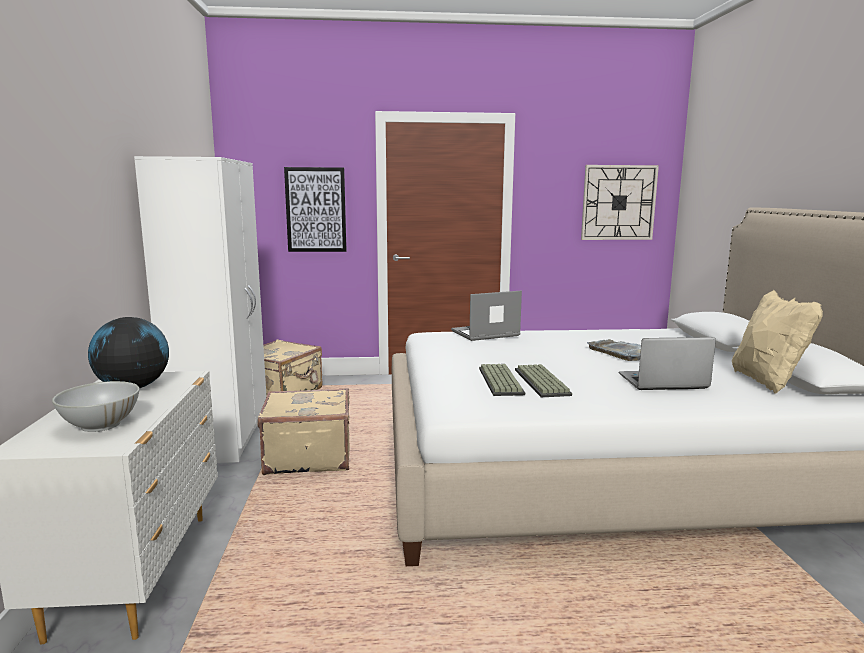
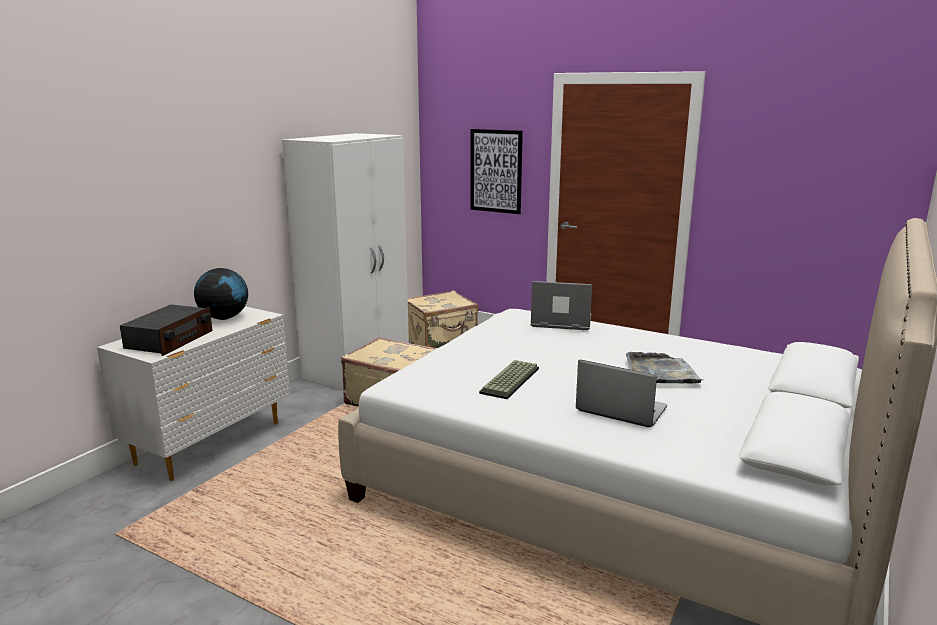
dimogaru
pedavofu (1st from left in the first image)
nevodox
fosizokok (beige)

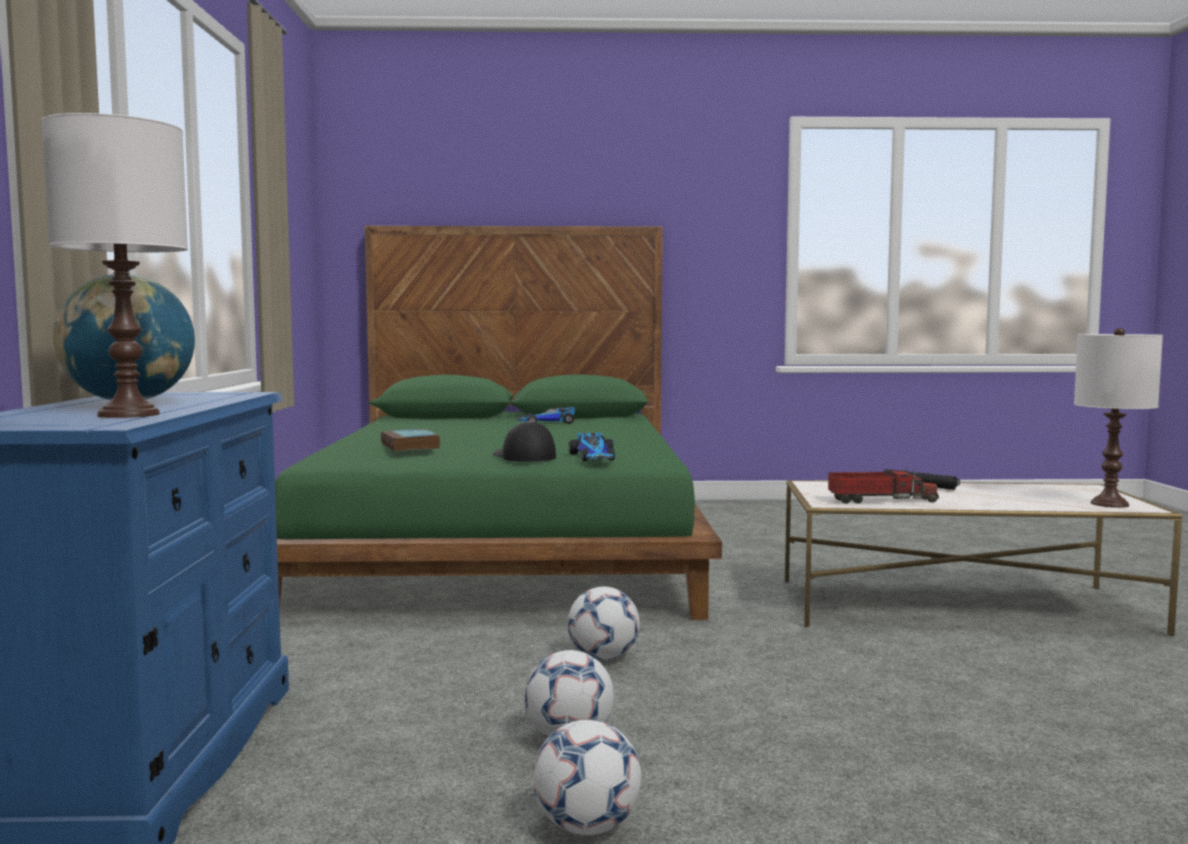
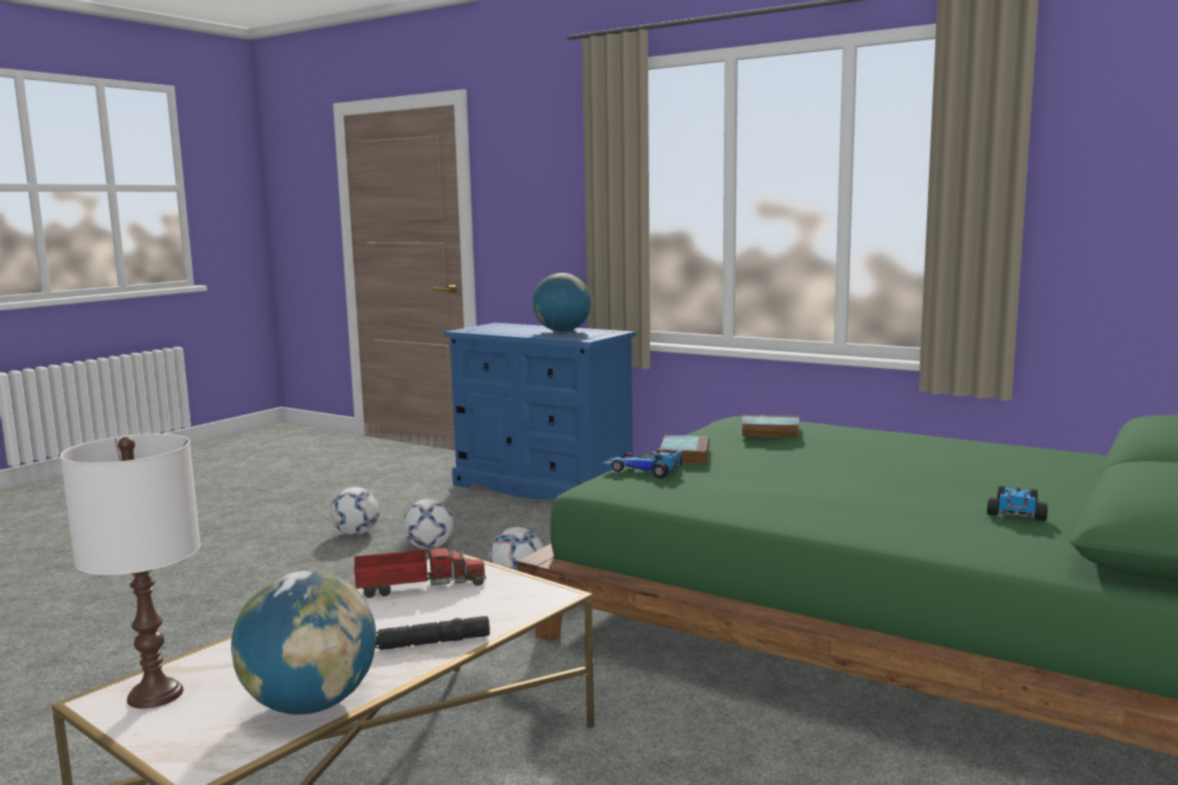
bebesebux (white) (1st from left in the first image)
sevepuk (1st from left)
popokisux
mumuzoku (1st from left)

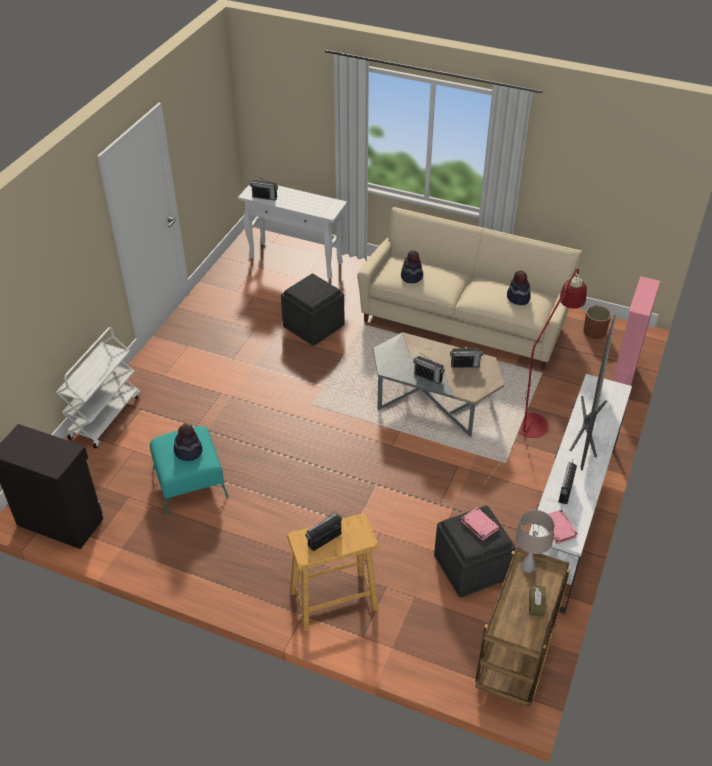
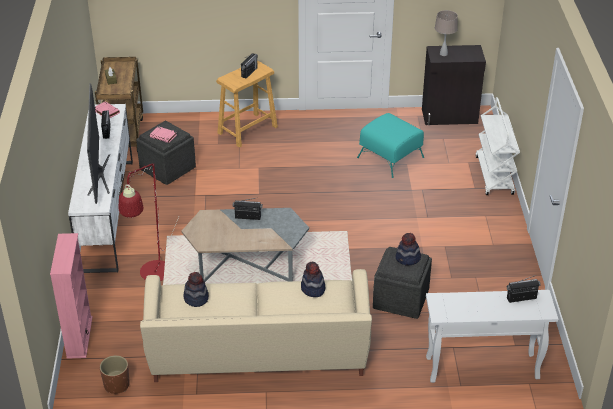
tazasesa (3rd from left)
dimogaru (4th from left in the first image)
bebesebux (beige)

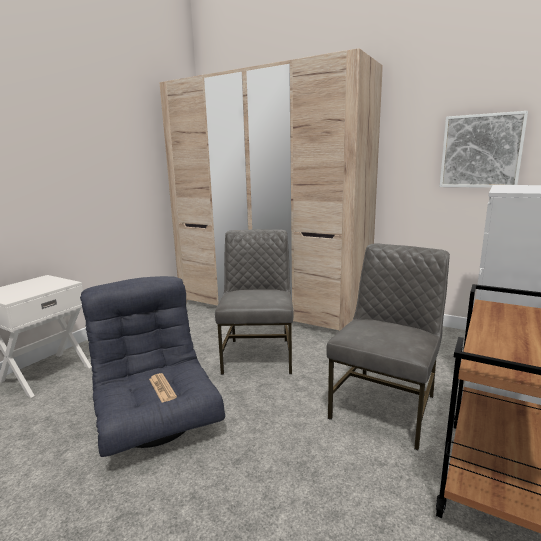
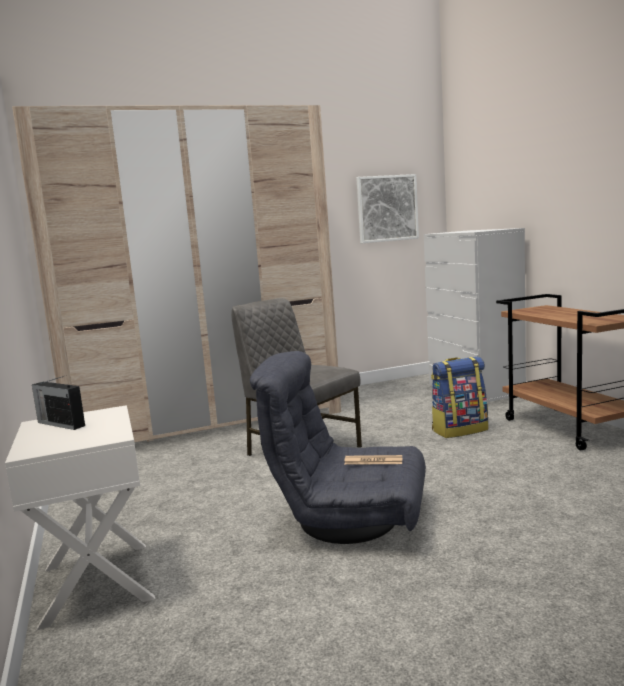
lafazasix
dimogaru

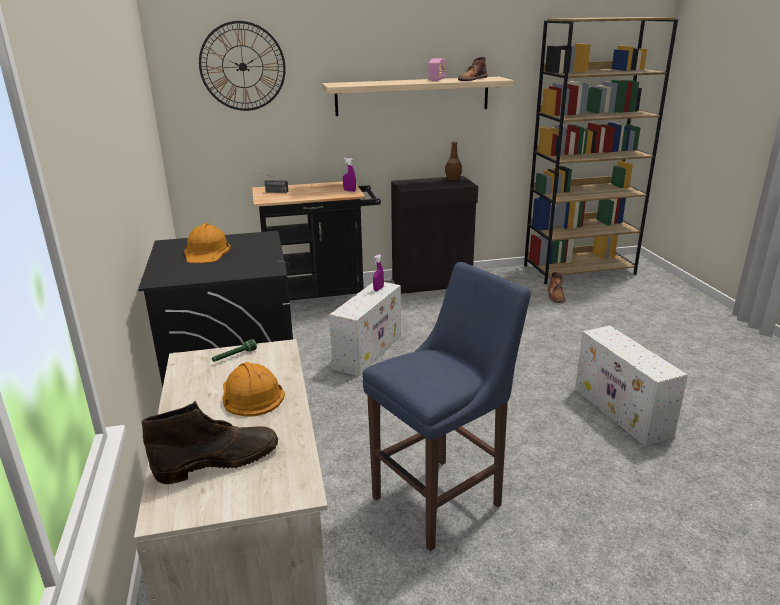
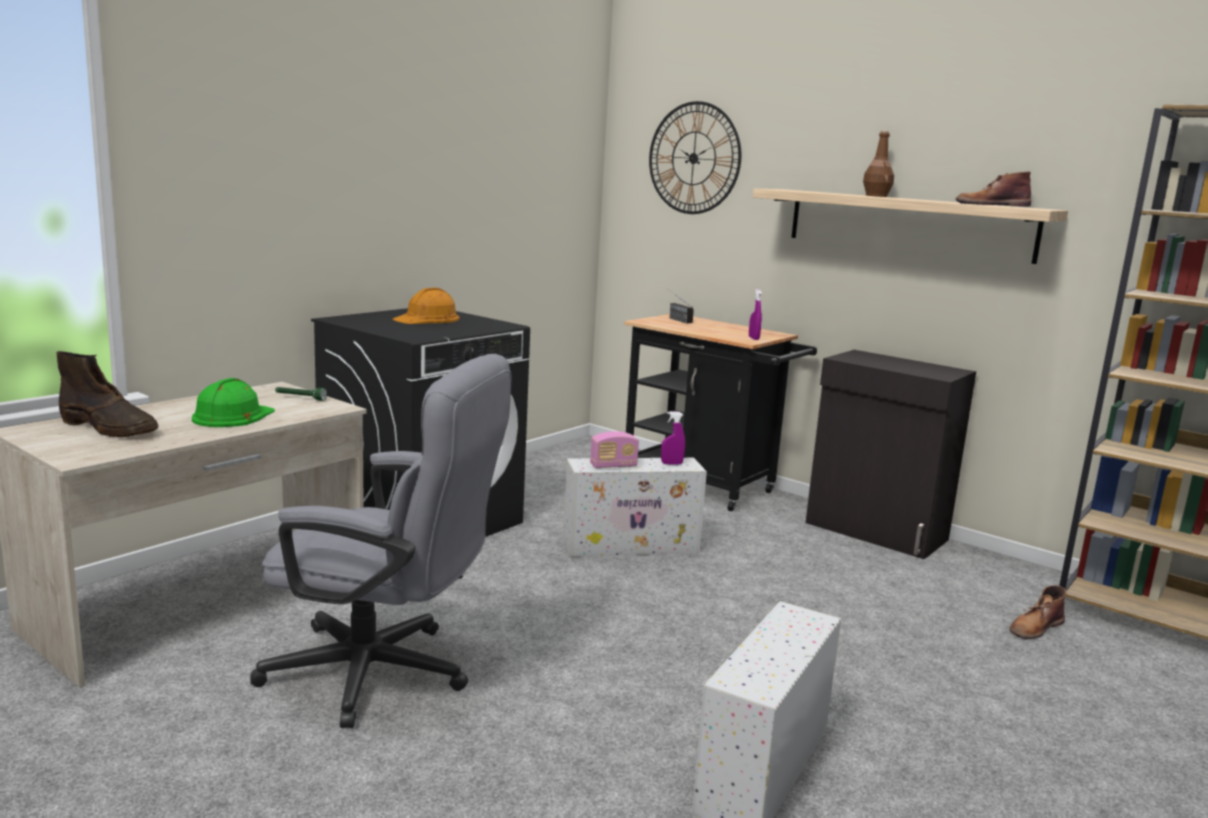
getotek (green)
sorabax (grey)
dimogaru (1st from left)
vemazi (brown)

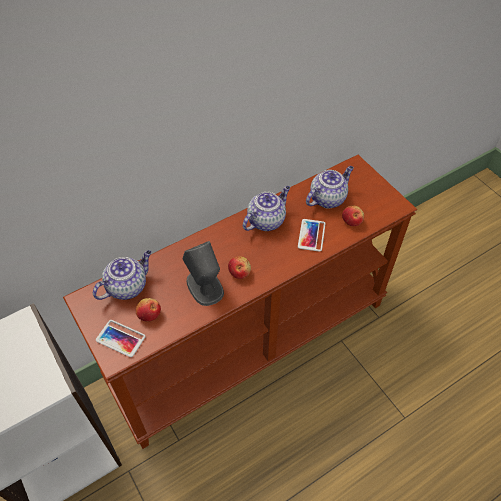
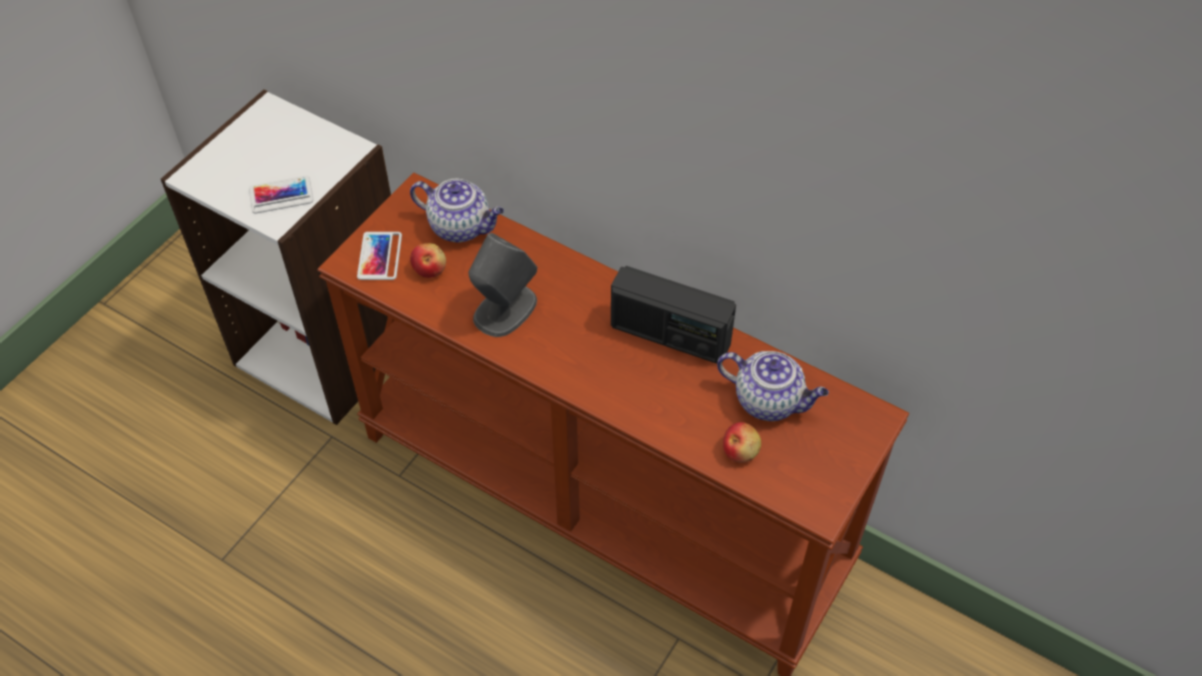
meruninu (2nd from left in the first image)
dimogaru
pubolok (1st from left)

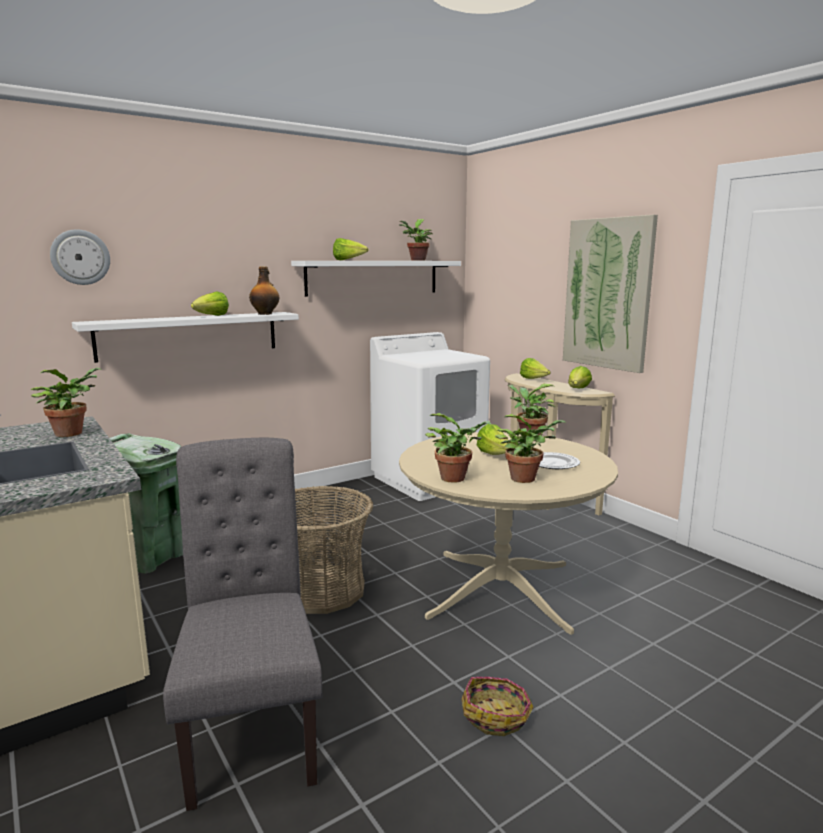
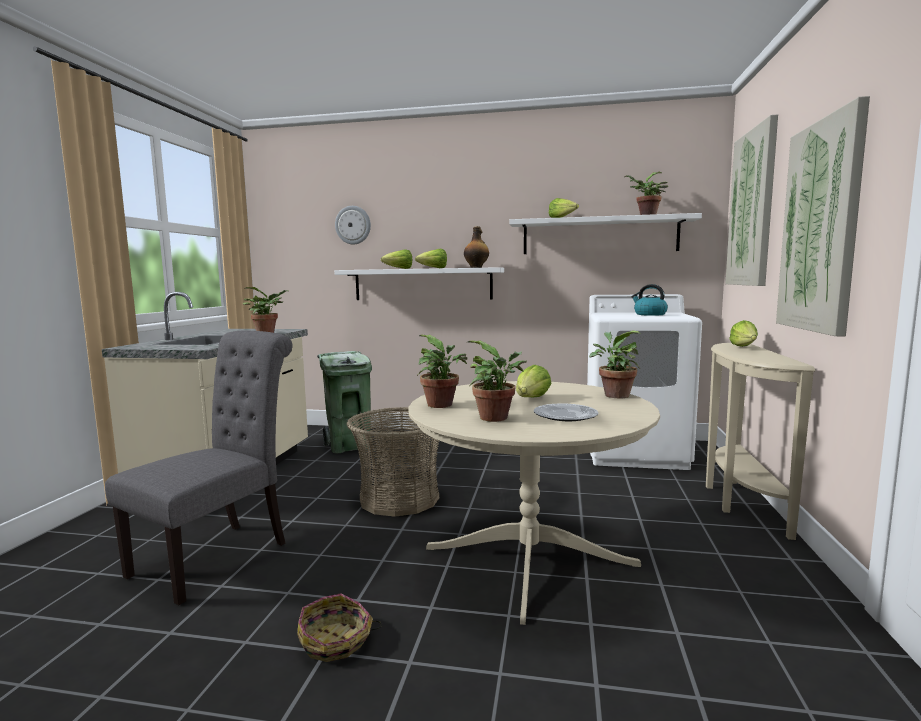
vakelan (1st from left)
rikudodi
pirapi (1st from left)

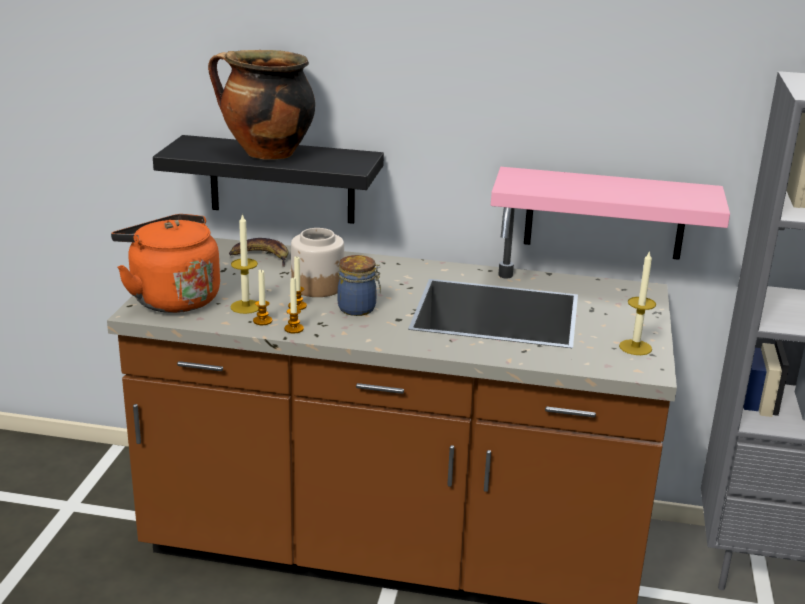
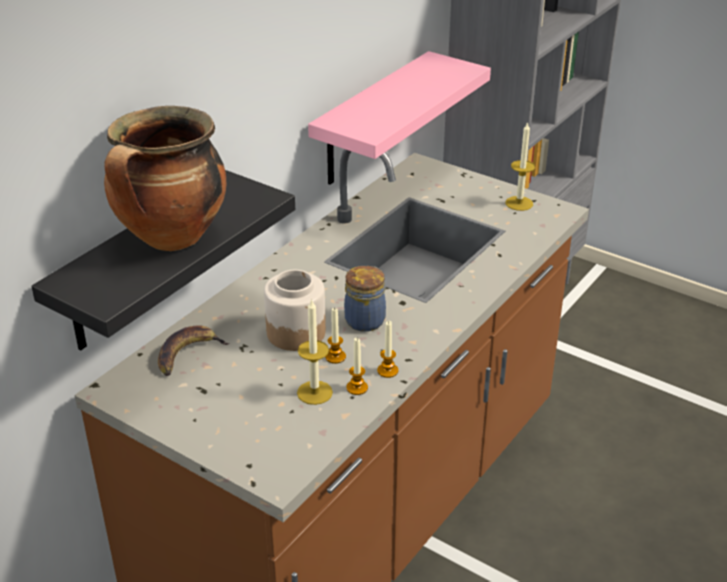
rikudodi (orange)

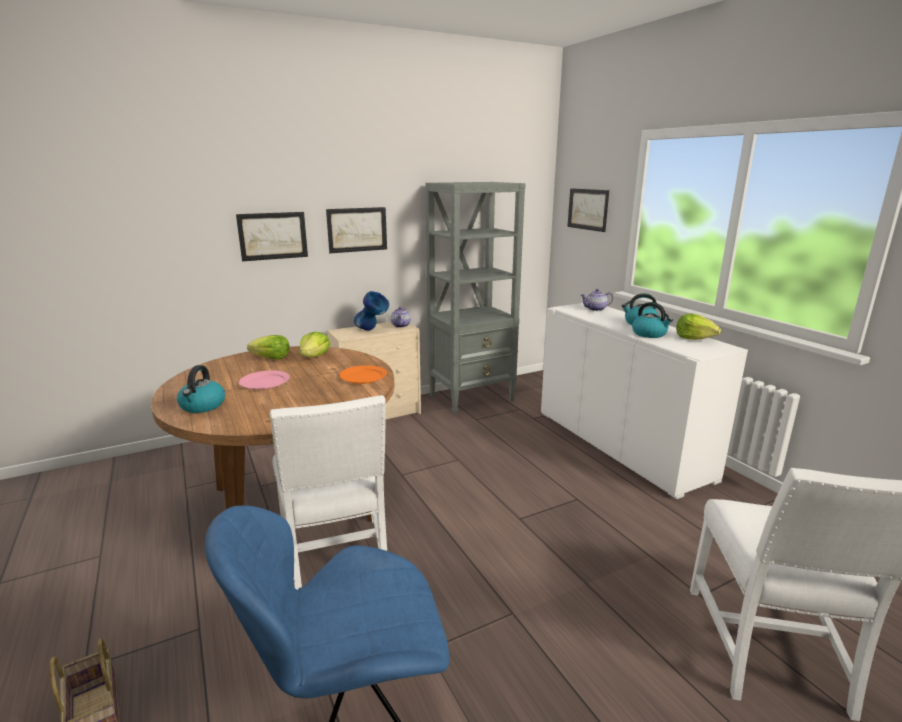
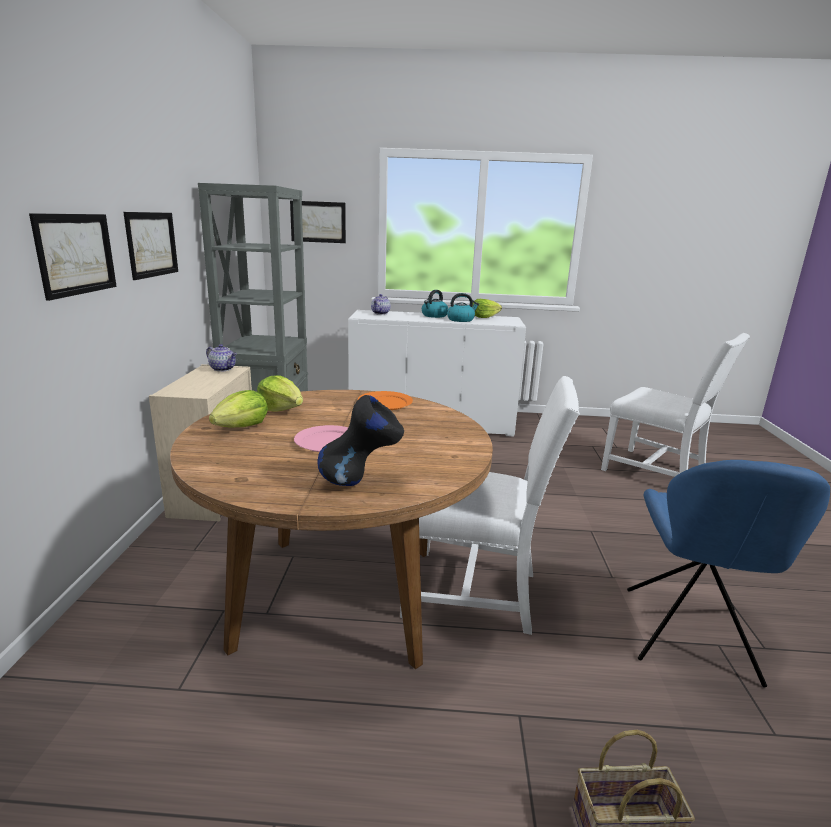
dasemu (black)
dasemu (blue)

